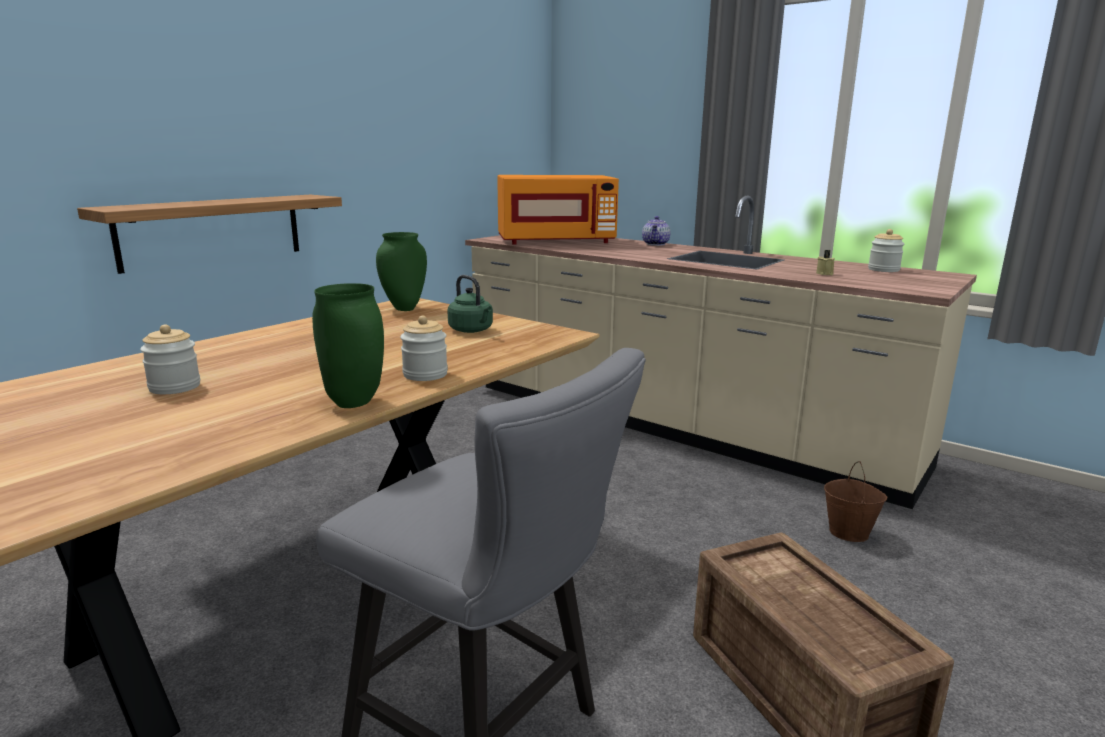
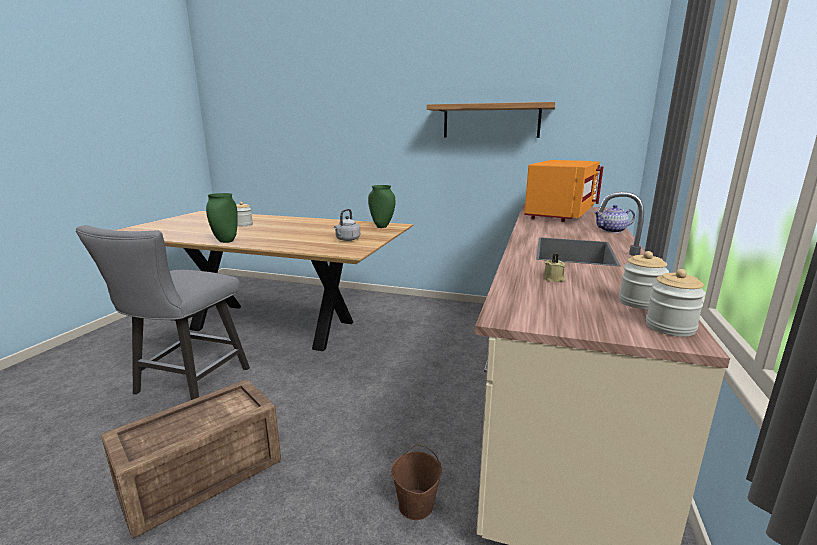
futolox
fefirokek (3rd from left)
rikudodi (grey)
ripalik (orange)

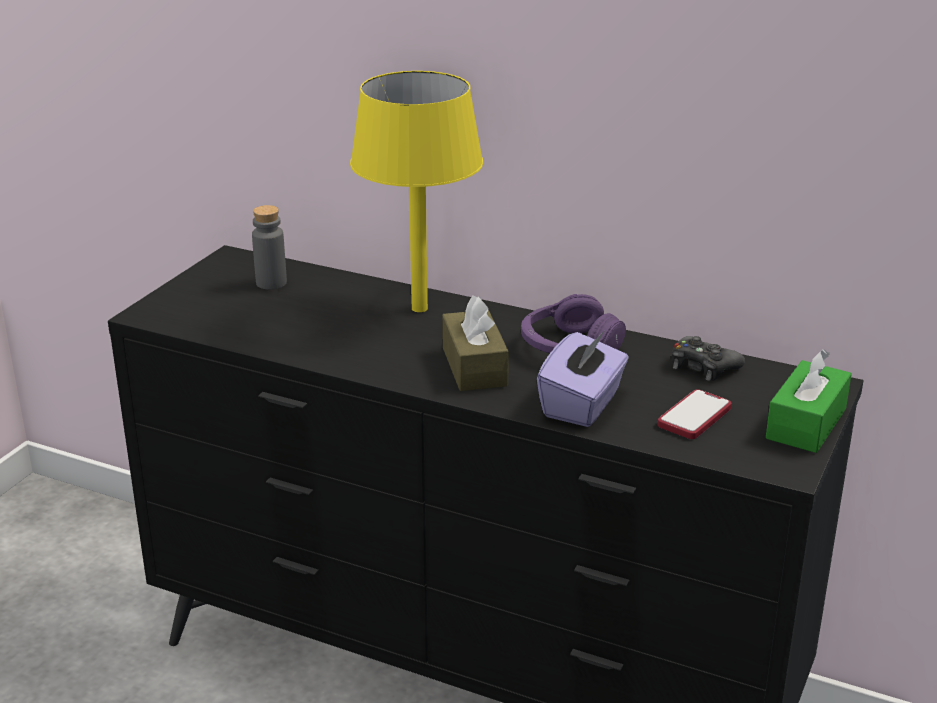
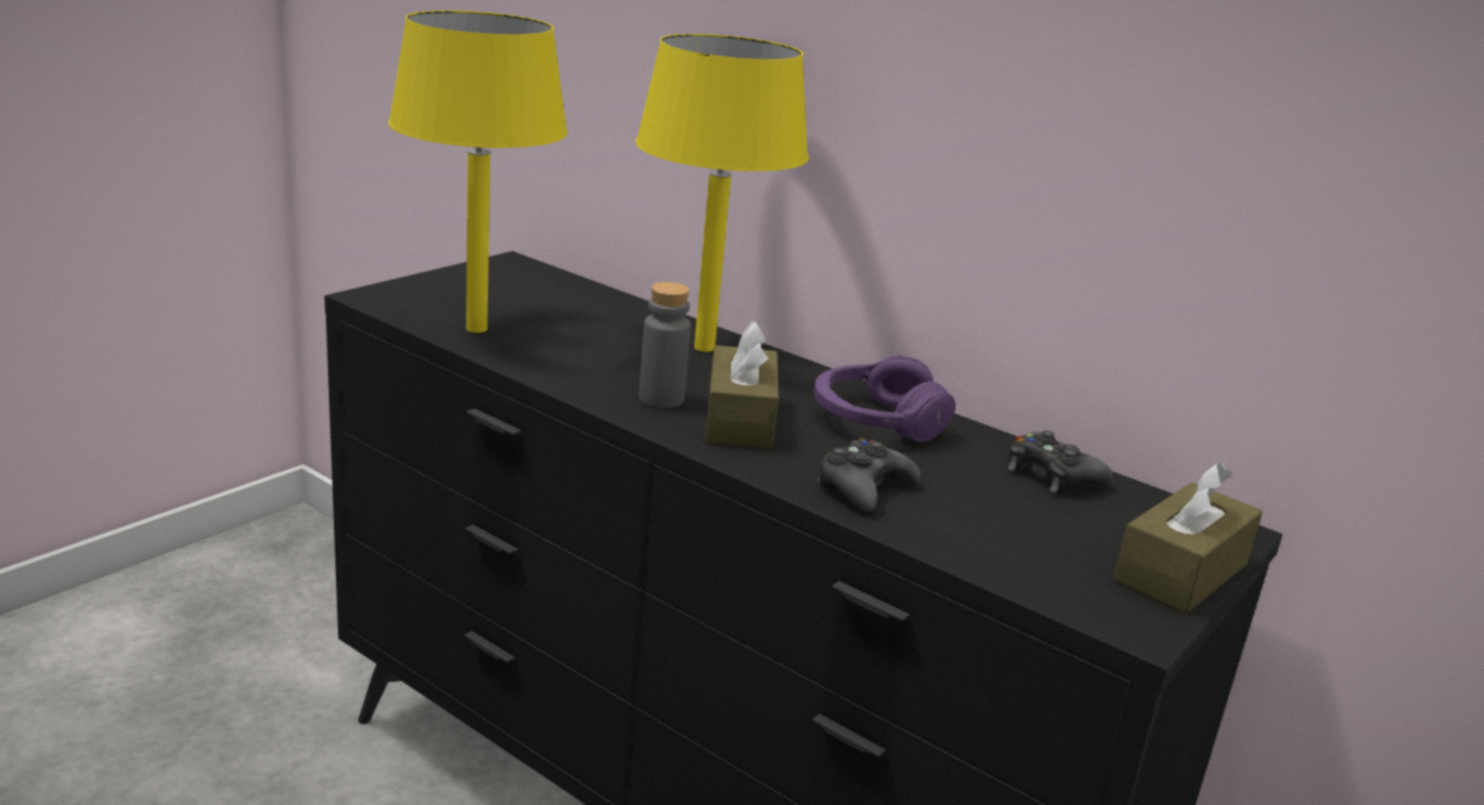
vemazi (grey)
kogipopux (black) (1st from left)
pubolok
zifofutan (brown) (2nd from left)
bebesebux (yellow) (1st from left)

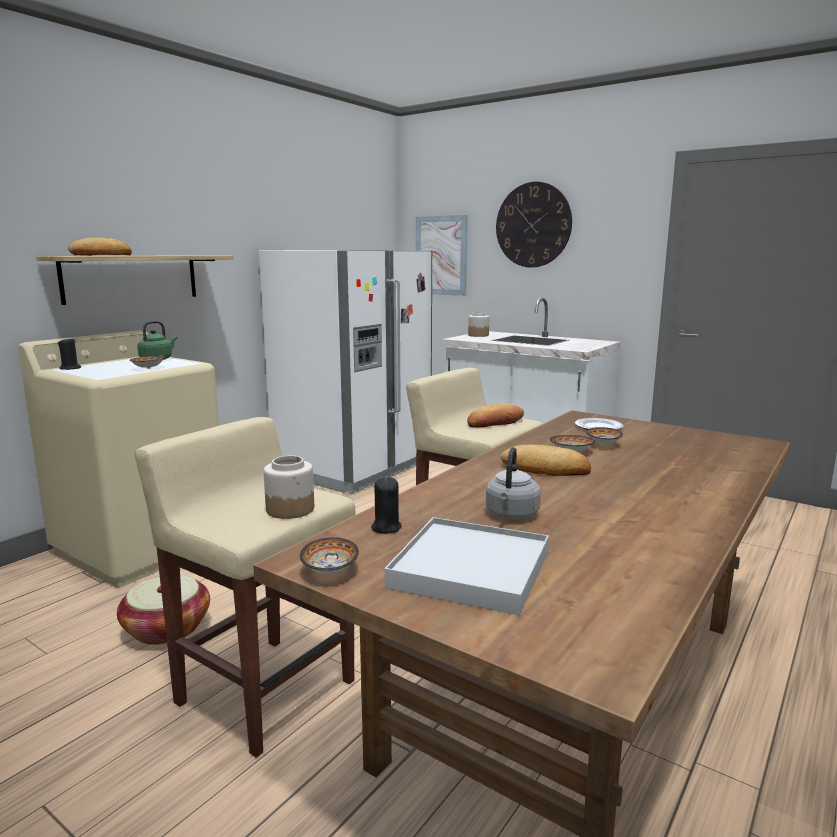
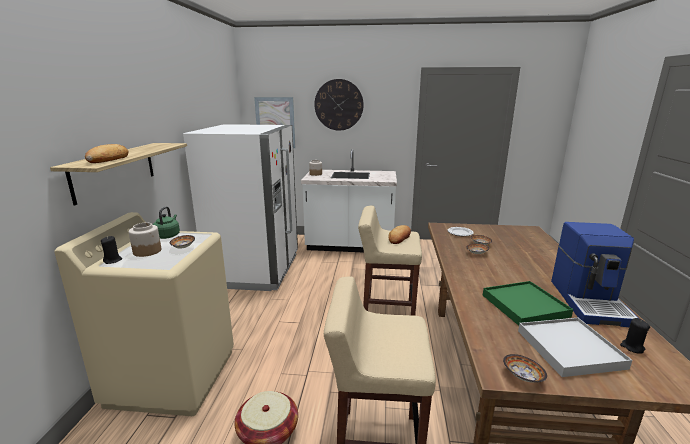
fefirokek (1st from left)
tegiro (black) (2nd from left)
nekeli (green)
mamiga (3rd from left in the first image)
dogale

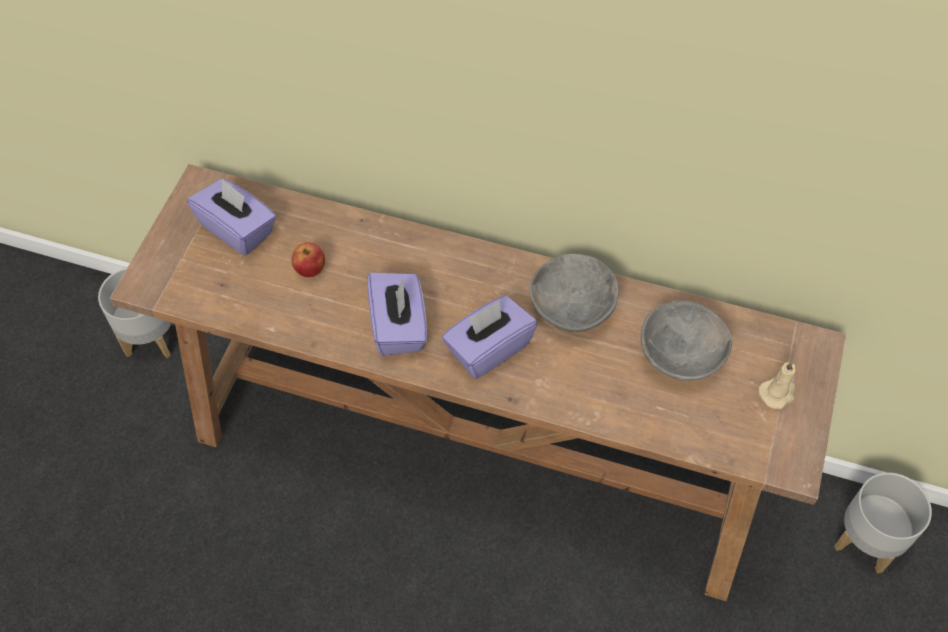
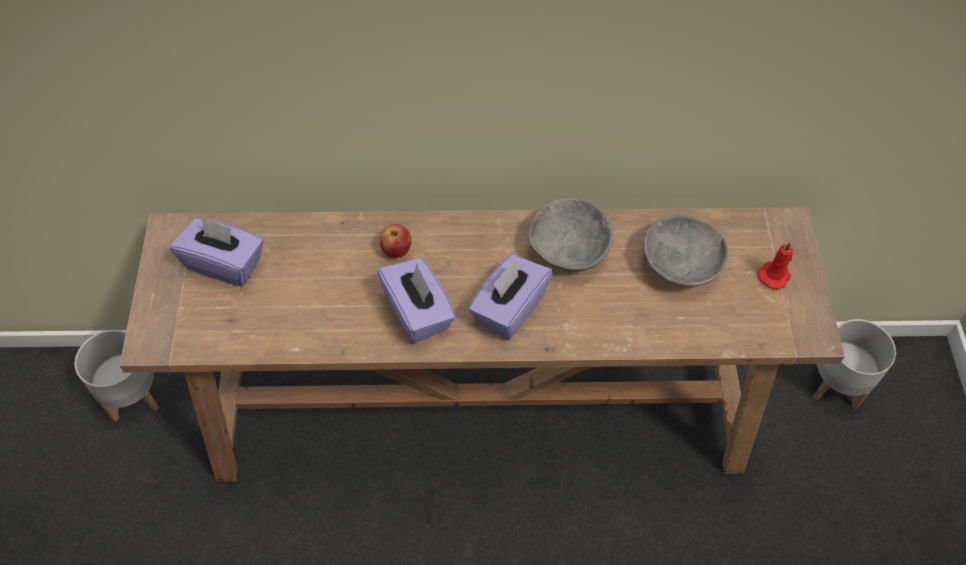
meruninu
tegiro (red)

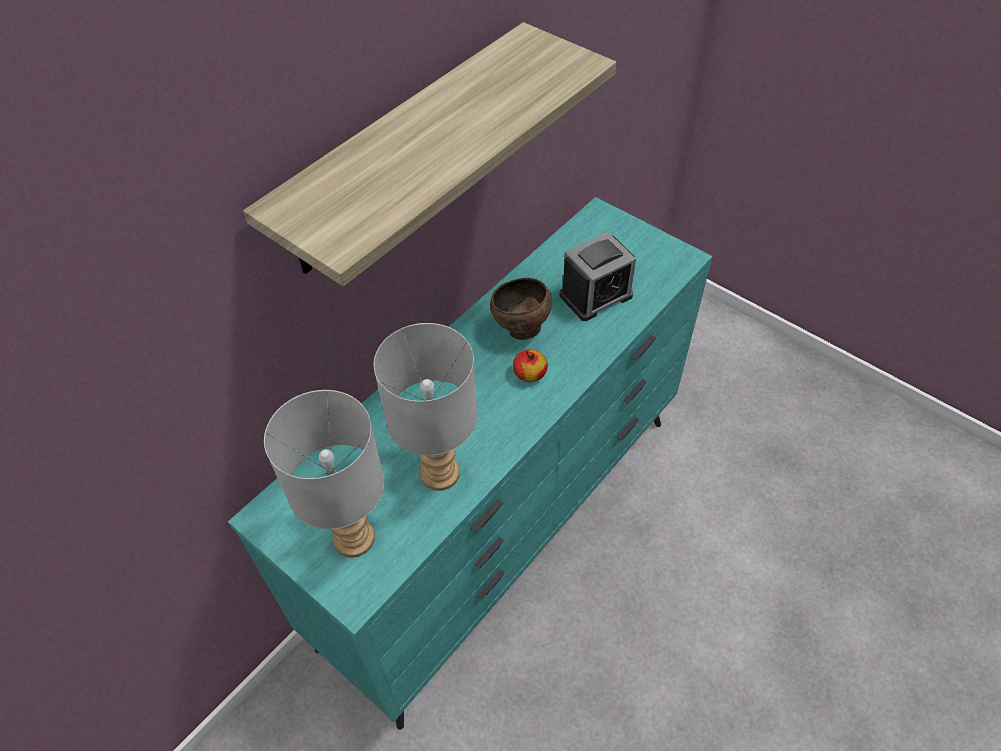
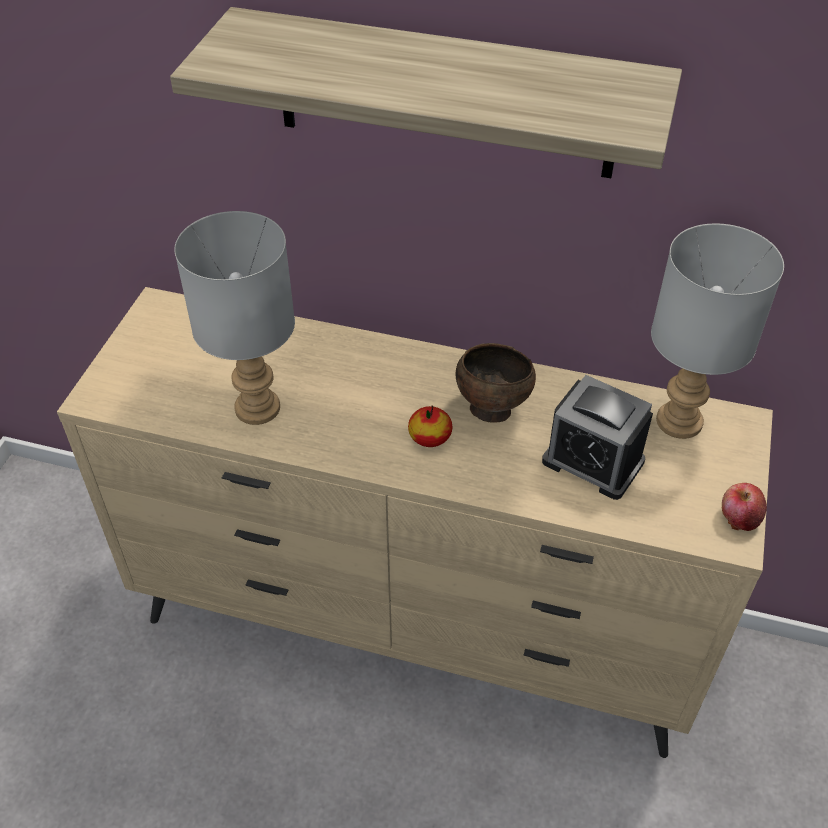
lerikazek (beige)
bebesebux (grey) (2nd from left)
meruninu (2nd from left)

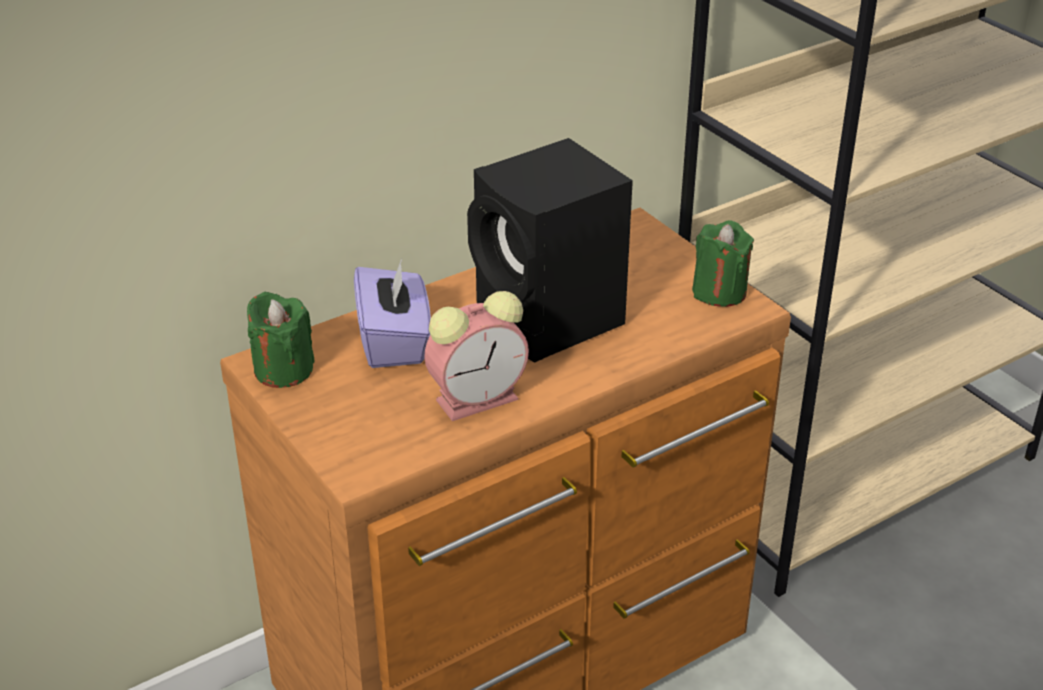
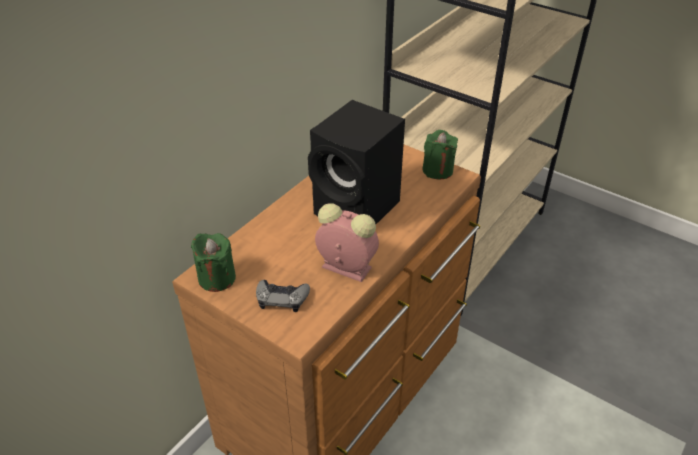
zifofutan (purple)
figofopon
kogipopux (grey)

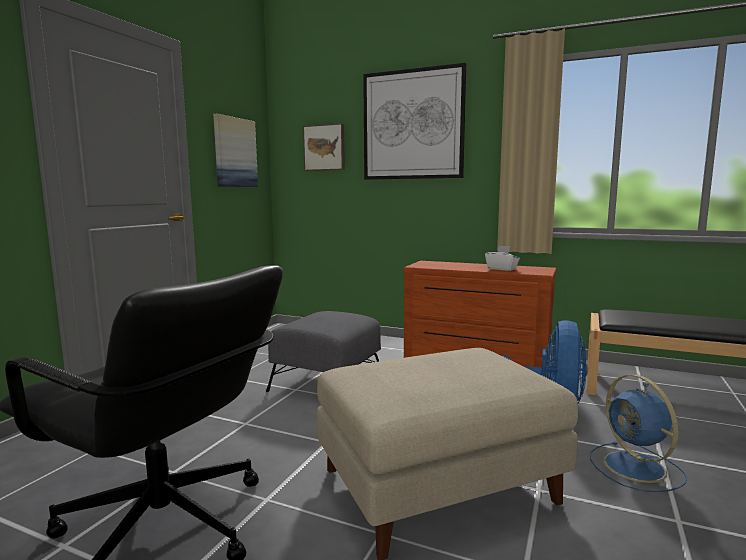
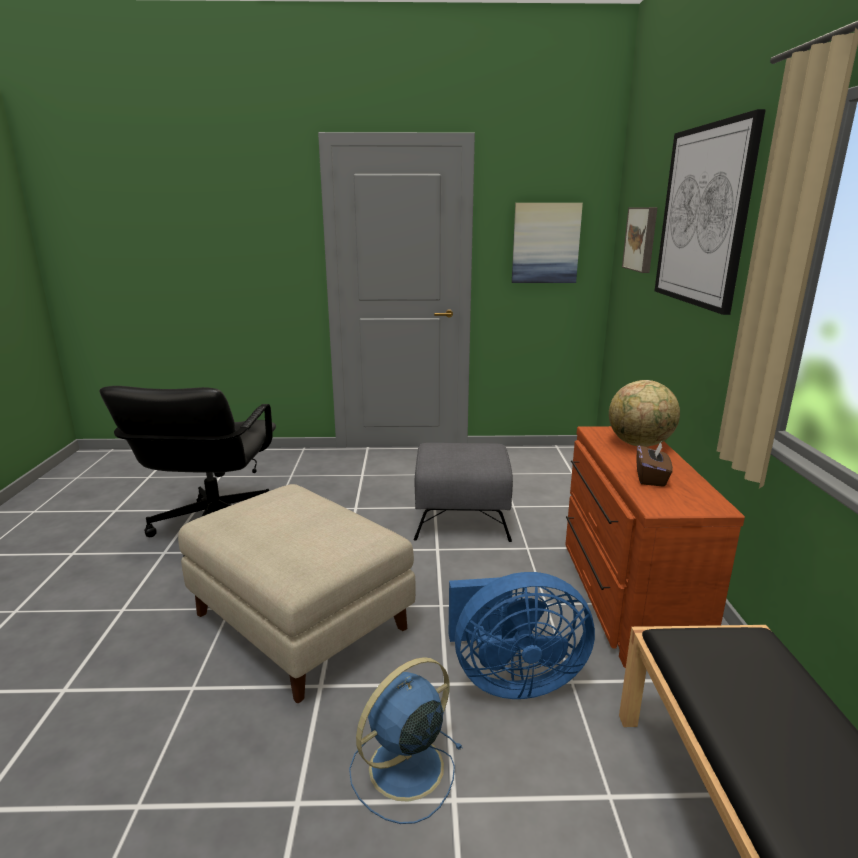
zifofutan (brown)
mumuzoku

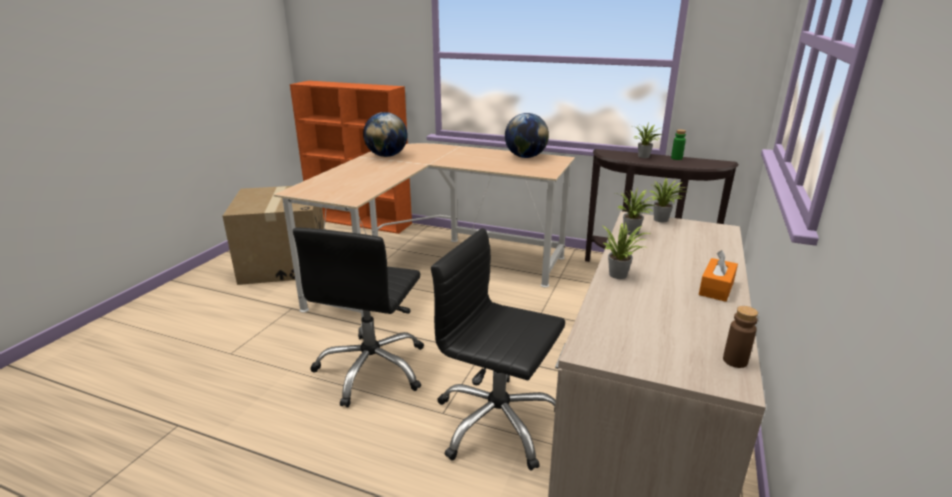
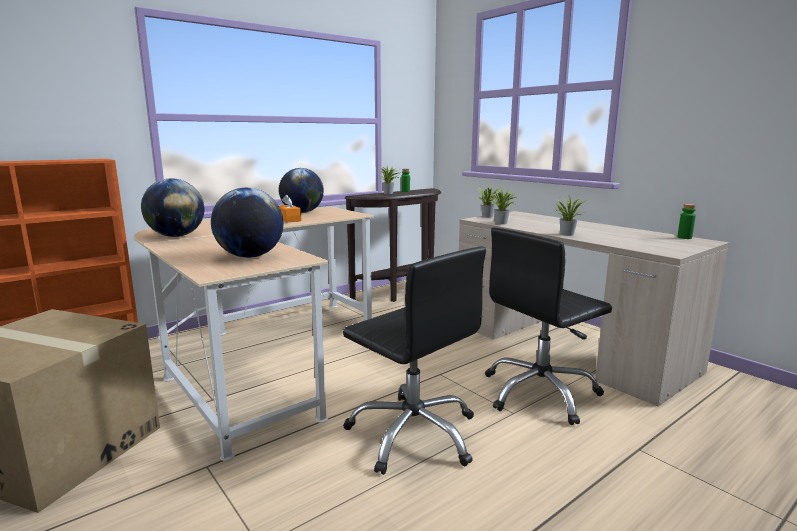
zifofutan (orange)
vemazi (green) (2nd from left)
mumuzoku (2nd from left)

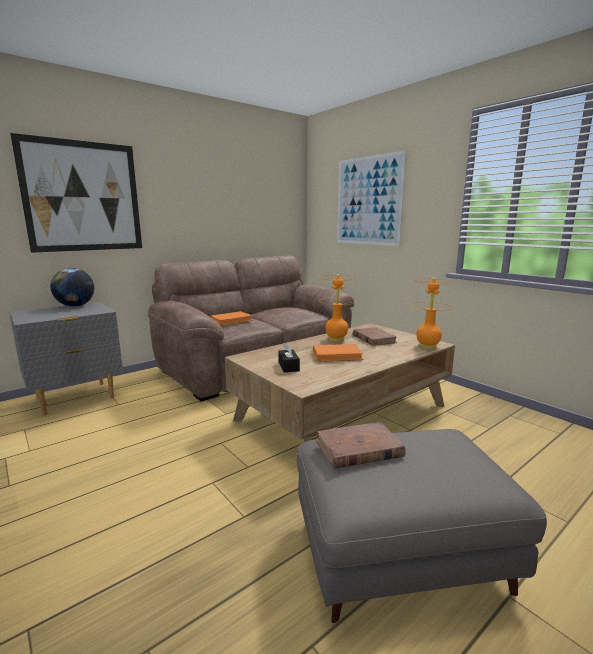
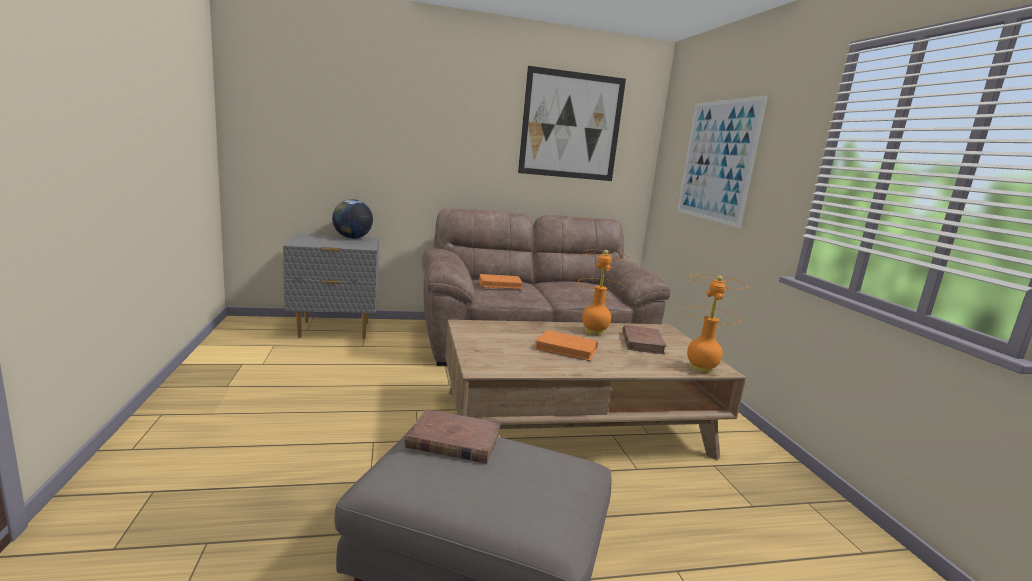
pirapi (1st from left)
zifofutan (black)

